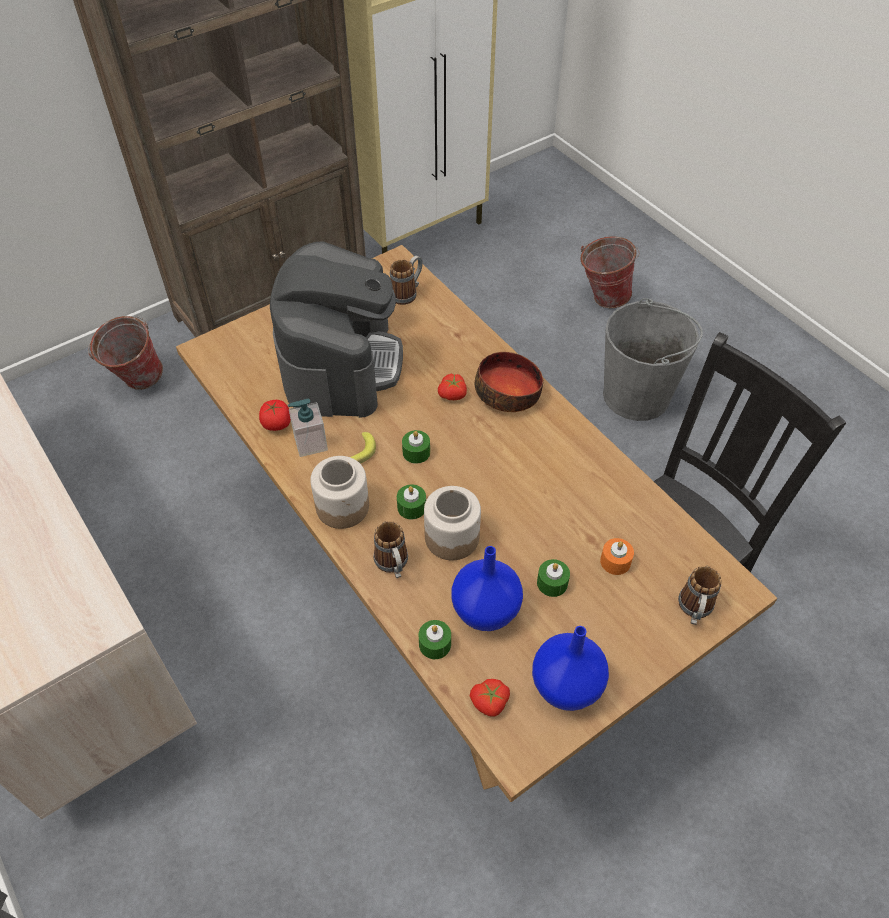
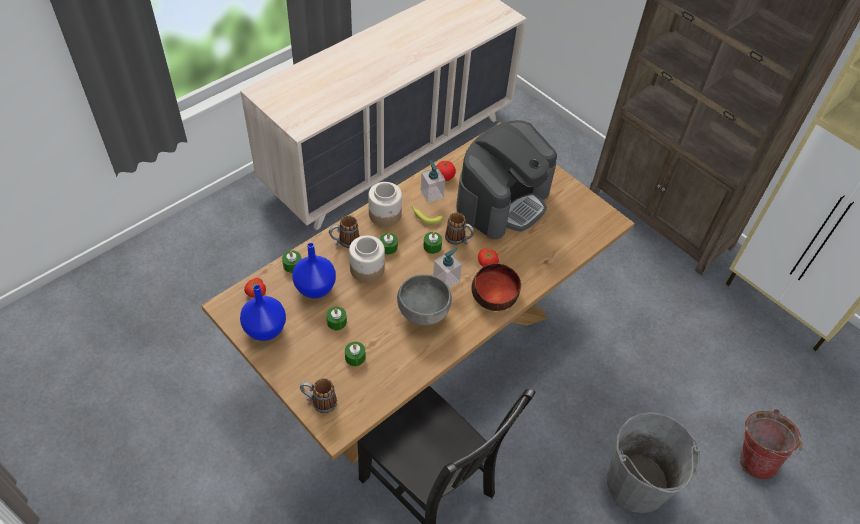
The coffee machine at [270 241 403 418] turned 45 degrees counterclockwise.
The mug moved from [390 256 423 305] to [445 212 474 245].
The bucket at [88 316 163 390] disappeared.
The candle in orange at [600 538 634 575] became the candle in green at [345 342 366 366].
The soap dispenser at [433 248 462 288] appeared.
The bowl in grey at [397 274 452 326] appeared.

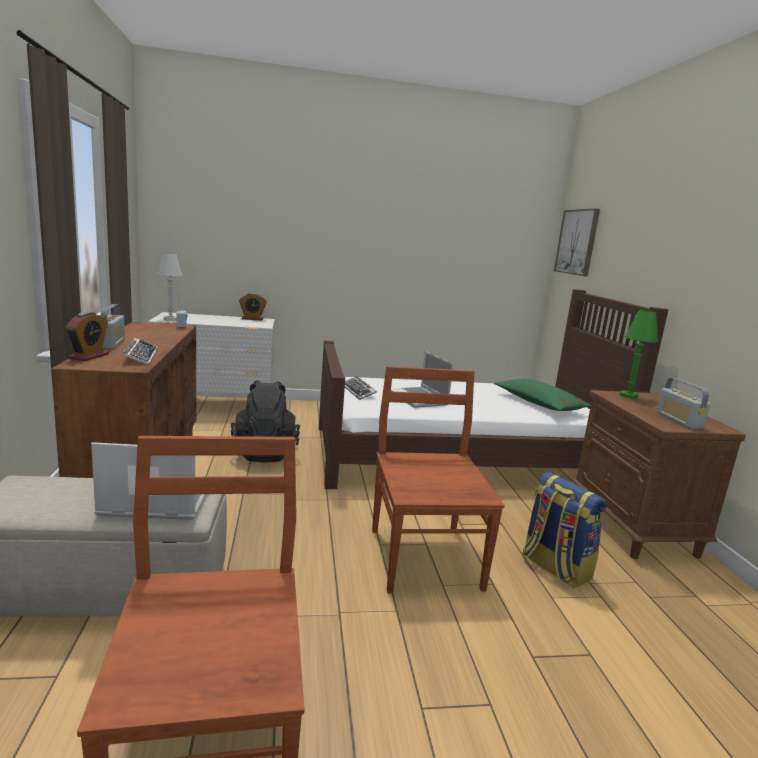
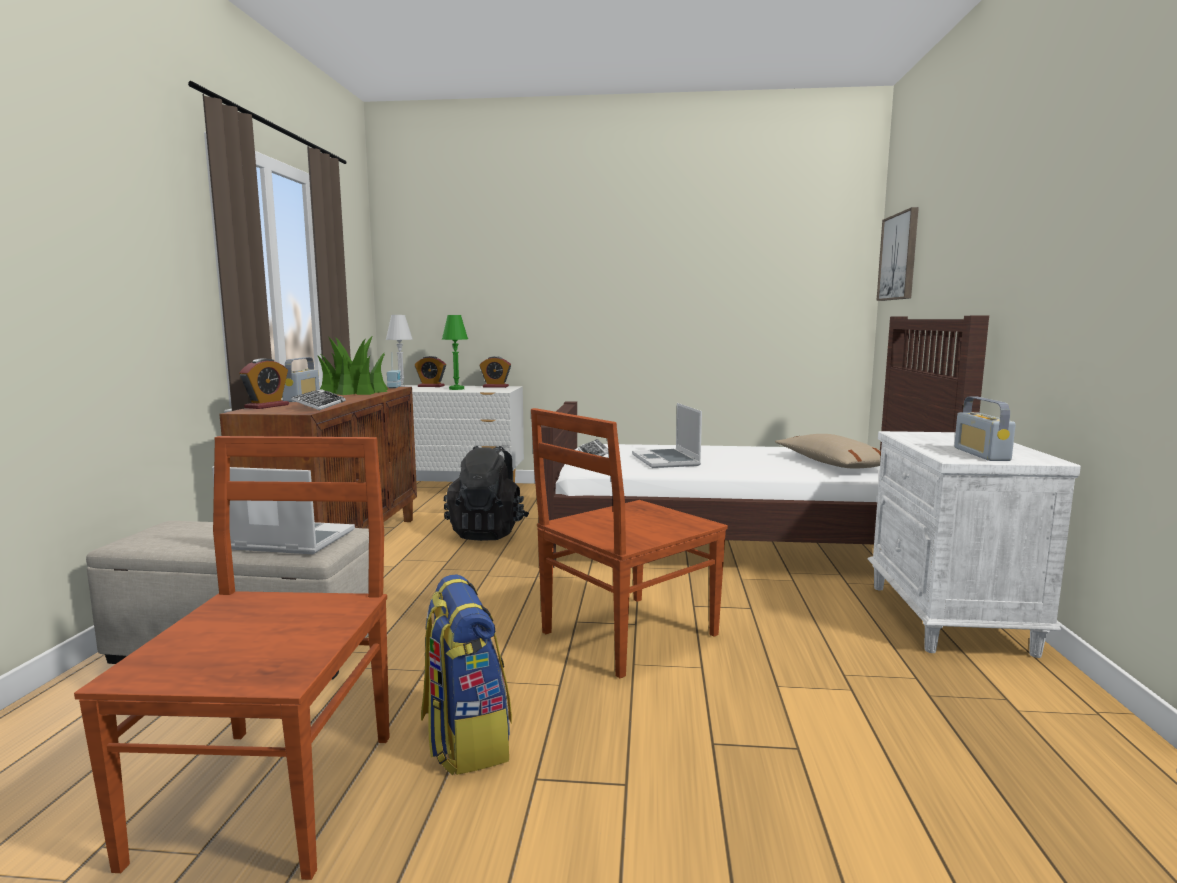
The table lamp in green moved from [619 309 658 399] to [442 315 468 390].
The chair in brown at [372 366 505 594] turned 135 degrees counterclockwise.
The pillow in green at [494 379 591 411] became the pillow in beige at [775 434 881 469].
The nightstand in brown at [572 390 746 559] became the nightstand in white at [867 431 1081 658].
The backpack moved from [523 472 607 588] to [421 574 512 775].
The potted plant at [318 336 388 395] appeared.
The alarm clock at [415 356 446 387] appeared.

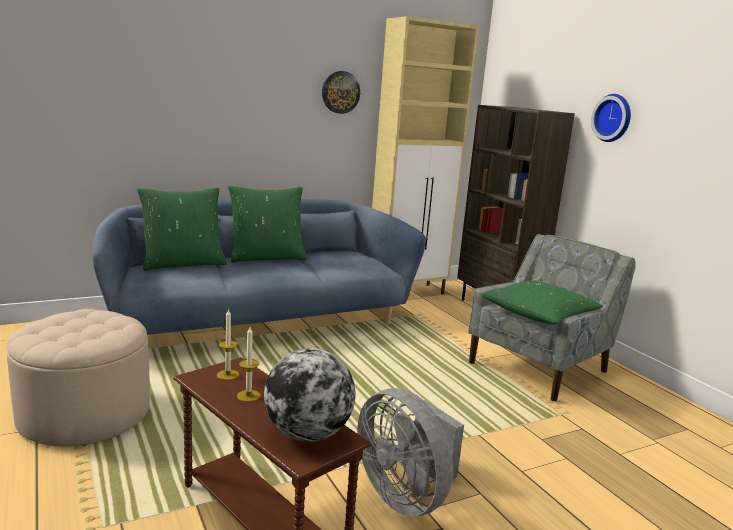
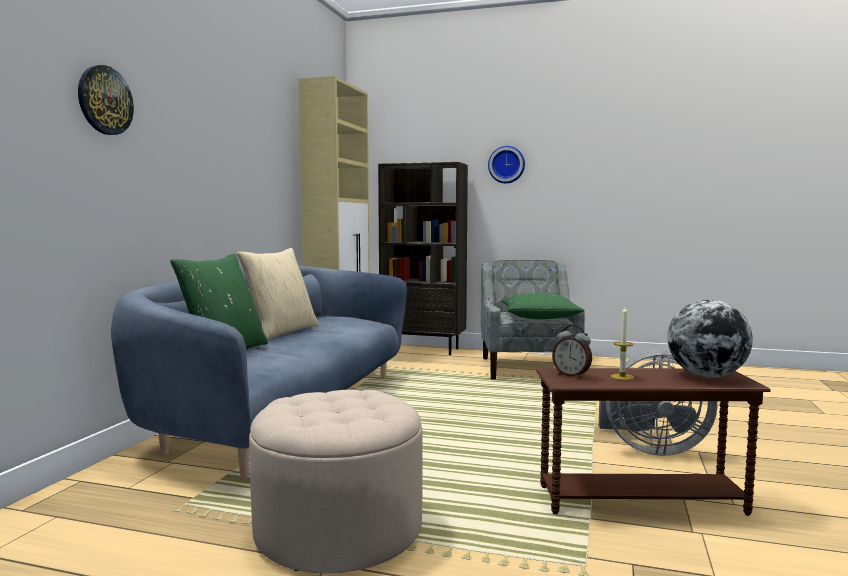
The wall clock moved from [322 71 360 114] to [78 65 134 135].
The pillow in green at [228 186 307 263] became the pillow in beige at [237 248 319 341].
The candle at [217 308 239 380] was replaced by the alarm clock at [552 325 592 378].

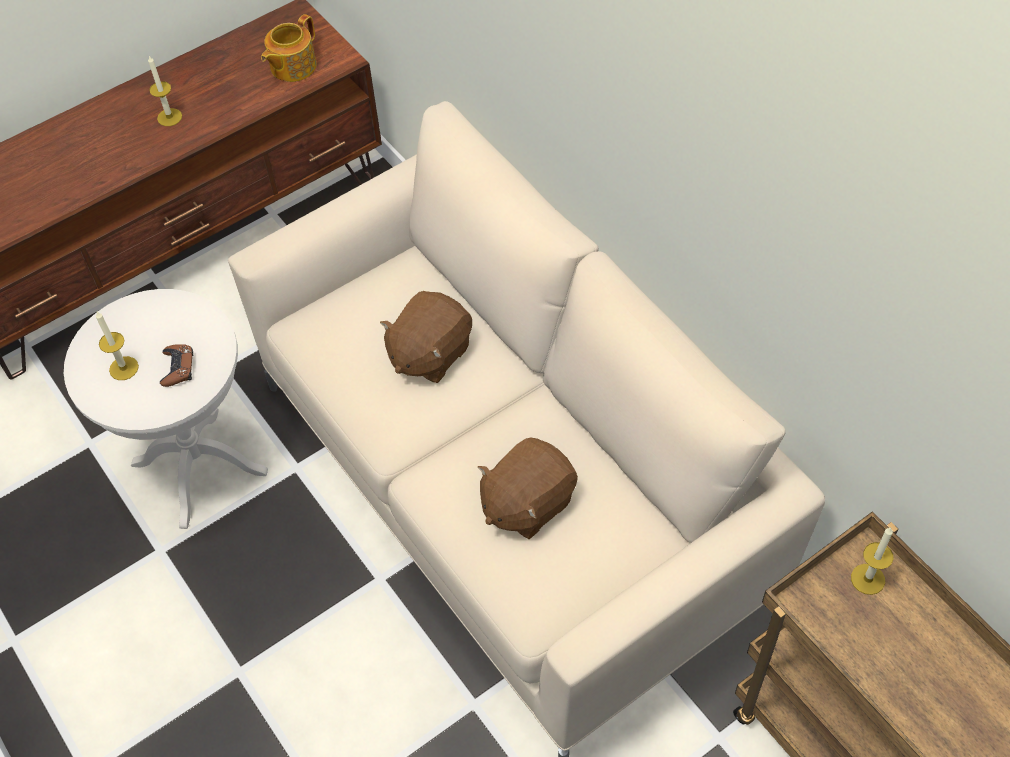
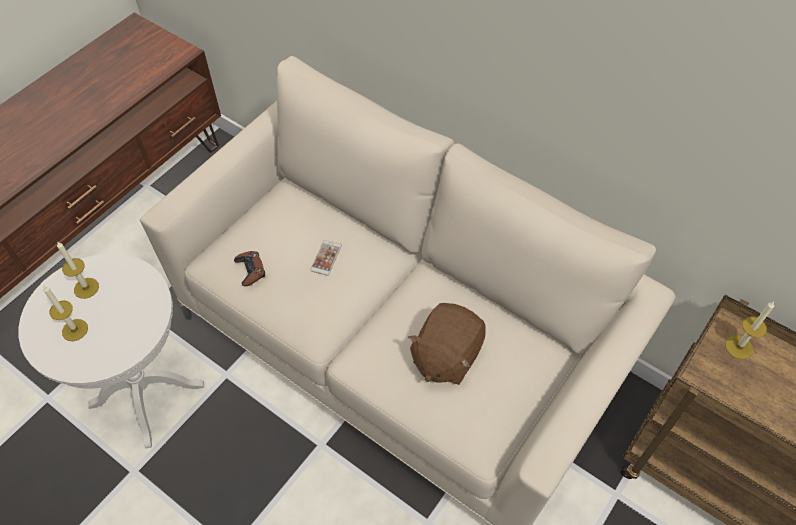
The teapot at [261 14 317 82] disappeared.
The candle moved from [148 56 182 126] to [57 241 99 299].
The plush toy in brown at [380 291 472 383] was replaced by the phone at [310 240 342 276].
The game controller in brown moved from [160 344 193 387] to [234 251 265 286].

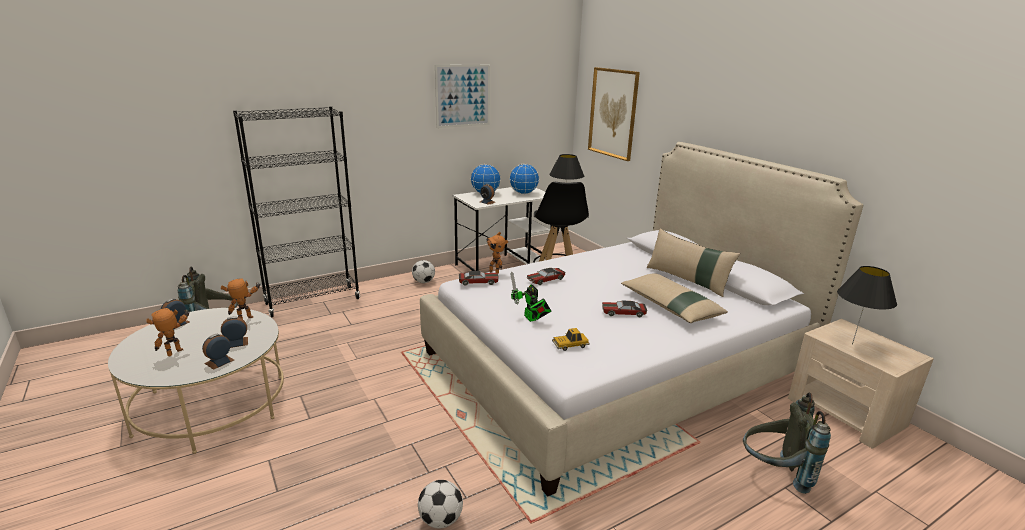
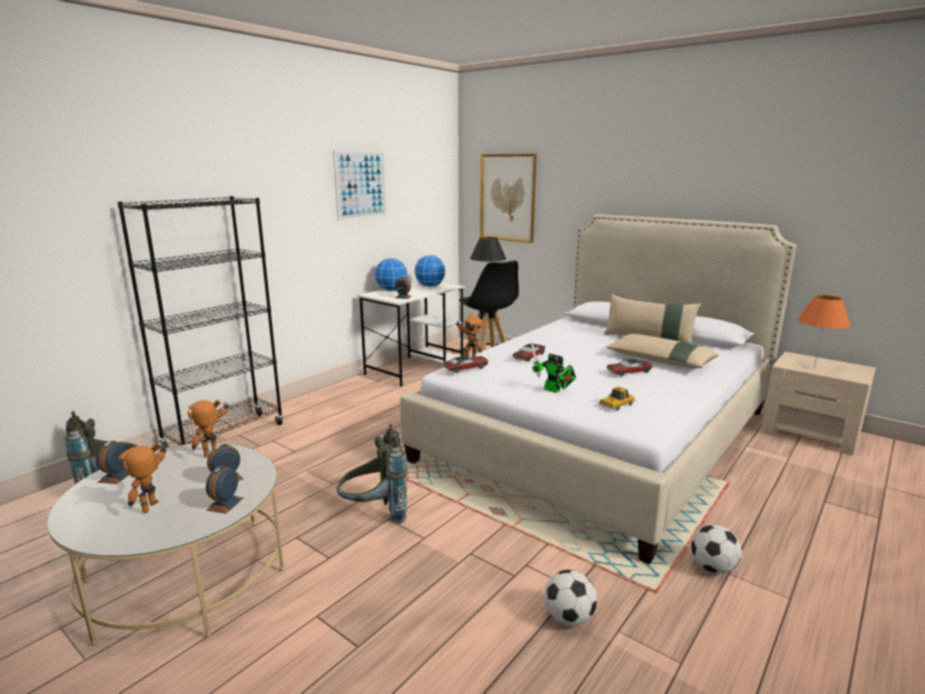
The football moved from [412 260 435 283] to [691 525 742 574].
The table lamp in black at [837 266 897 345] became the table lamp in orange at [797 295 851 368].
The backpack in grey moved from [743 392 831 494] to [336 424 407 524].

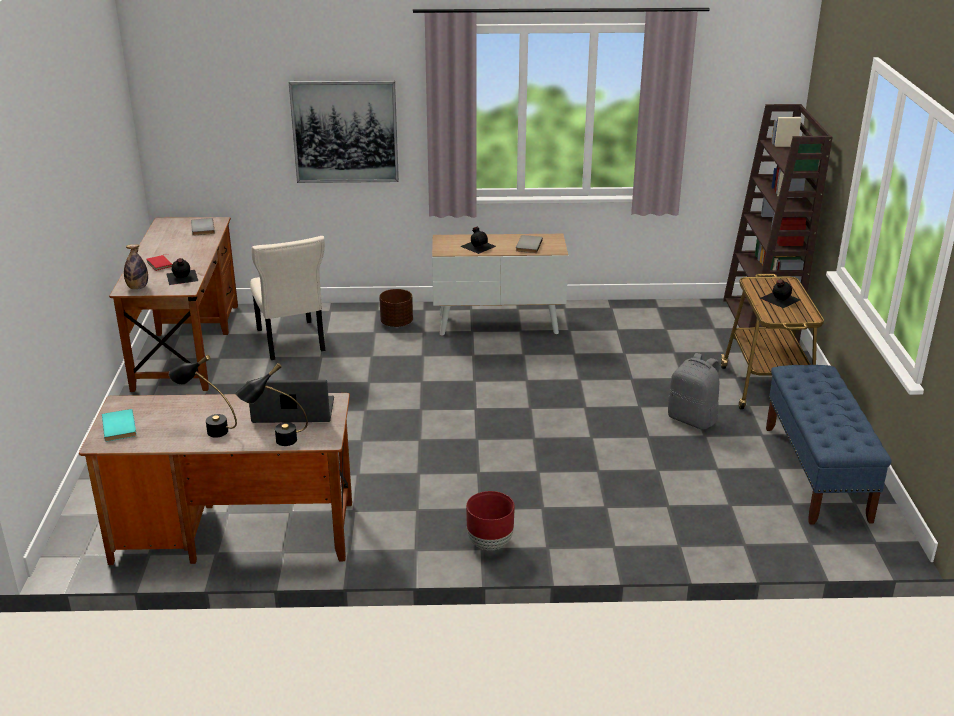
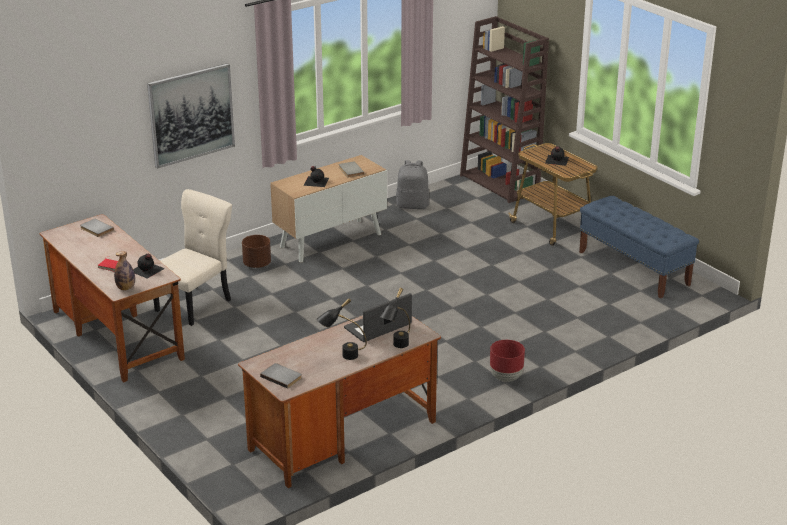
The chair in beige at [250 236 326 360] turned 90 degrees counterclockwise.
The backpack in grey moved from [668 353 720 430] to [396 160 429 209].
The book in turquoise at [102 409 137 442] became the book in grey at [260 363 302 389].

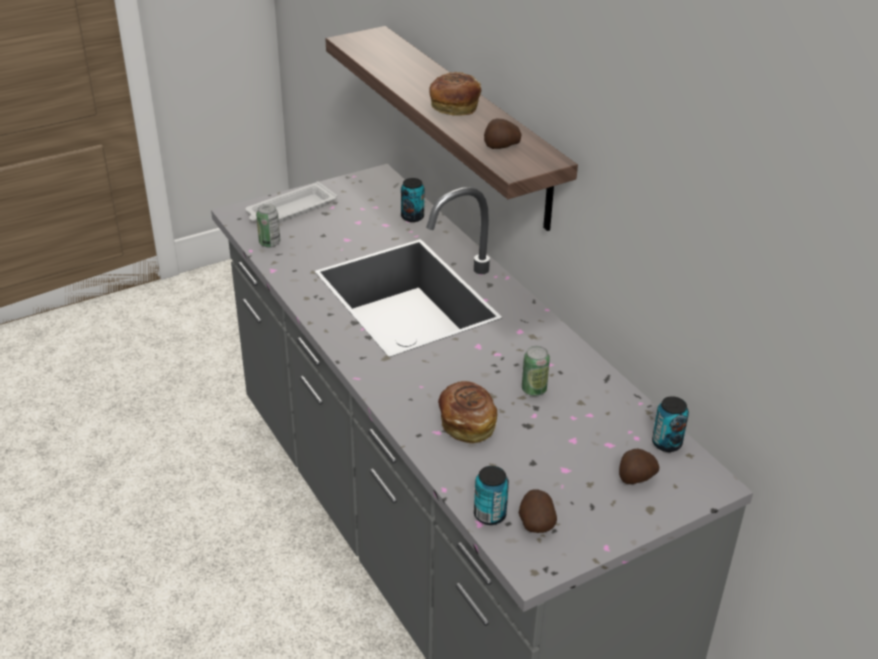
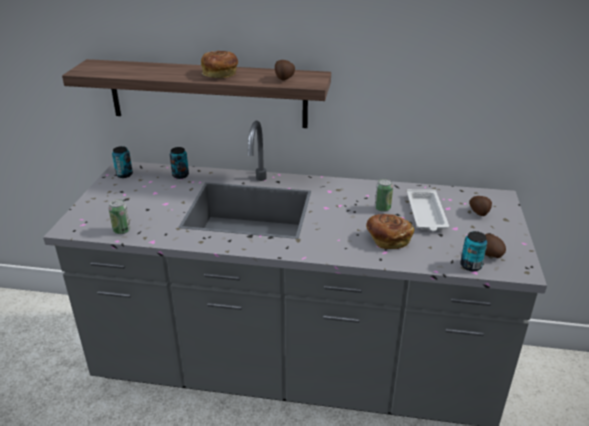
The tray in white moved from [245 181 337 223] to [407 189 449 231].
The can moved from [652 396 689 452] to [112 146 133 178].

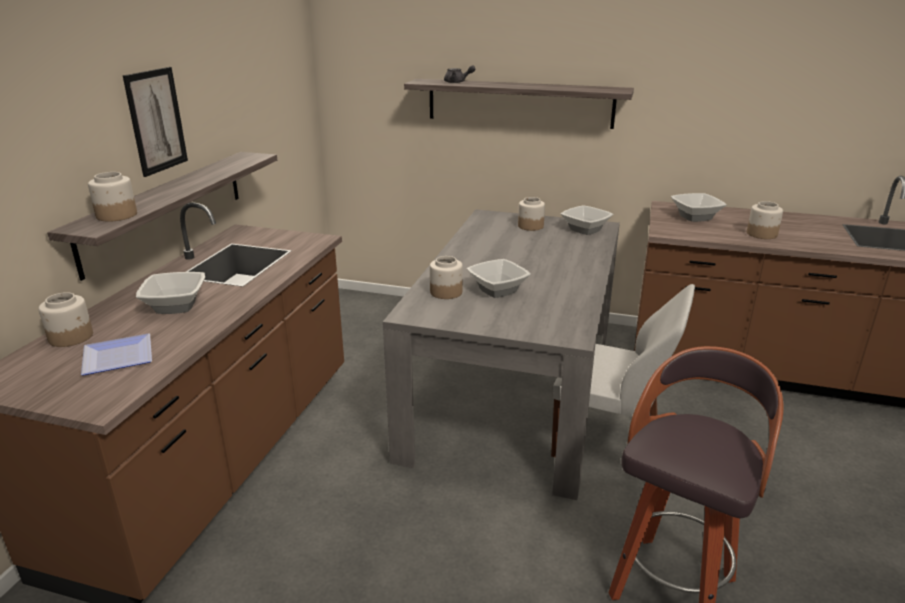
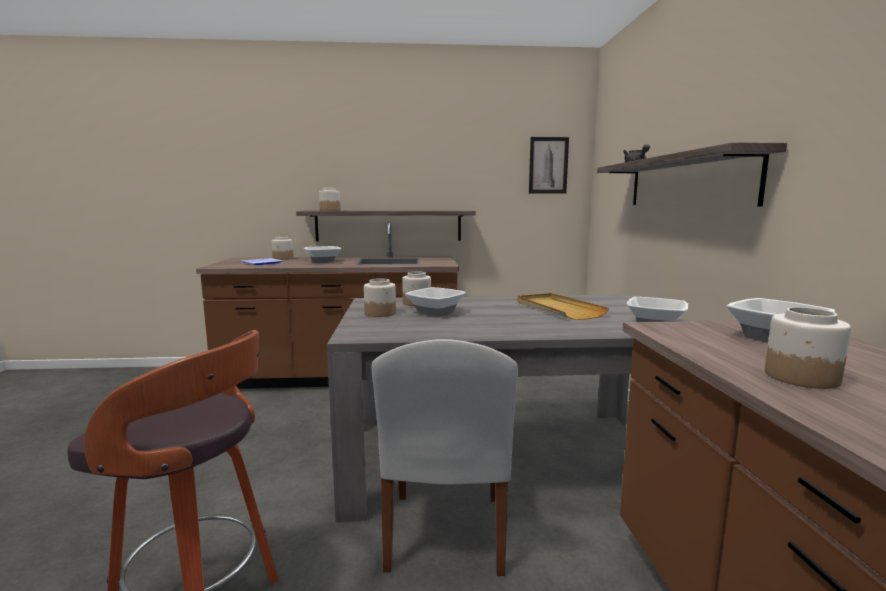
The picture moved from [123 67 188 177] to [529 137 569 194].
The jar moved from [518 197 545 231] to [364 278 396 317].
The tray in beige at [517 293 609 320] appeared.

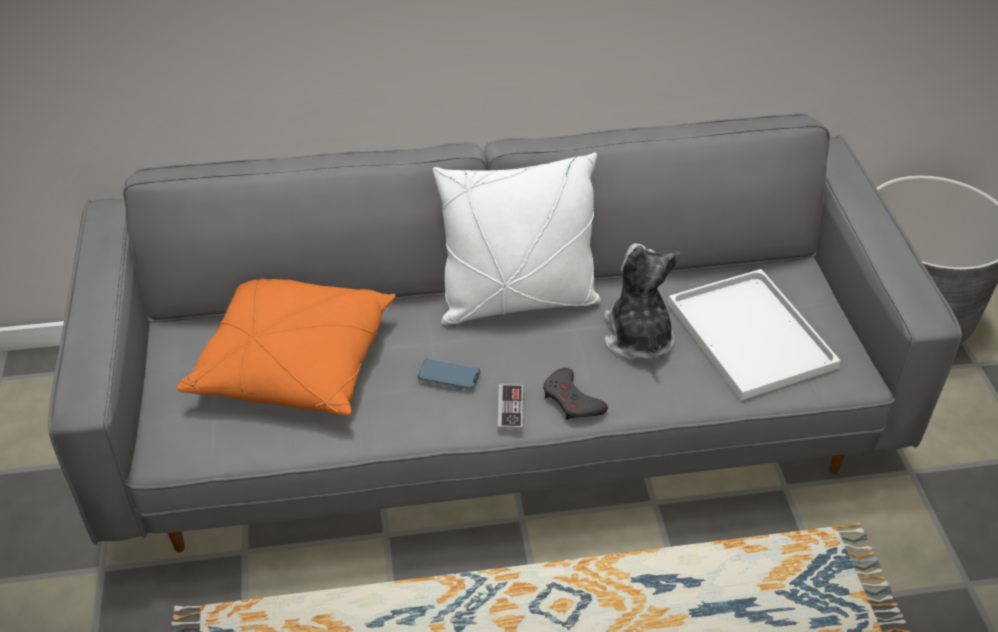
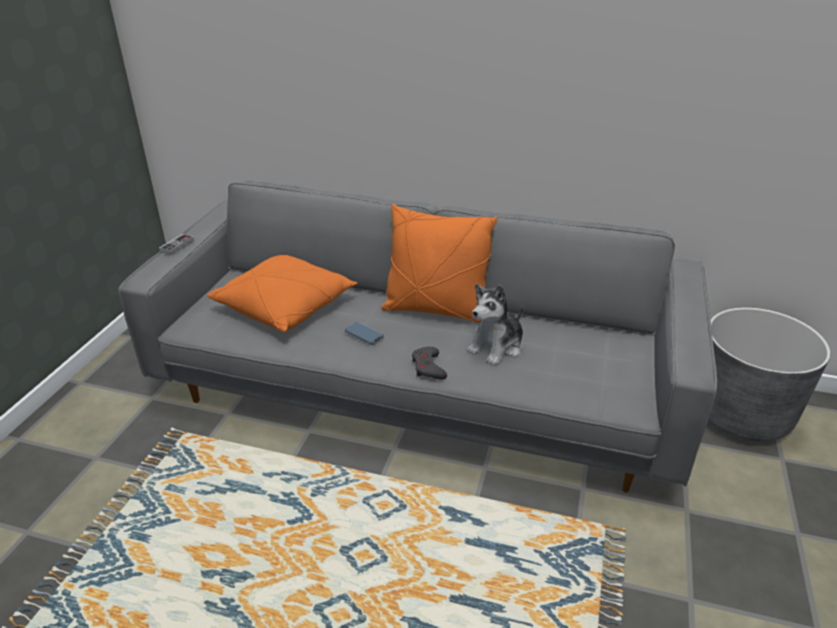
The pillow in white at [433 153 601 325] became the pillow in orange at [381 204 498 322].
The plush toy at [604 243 680 360] turned 150 degrees counterclockwise.
The tray in white at [668 269 841 400] disappeared.
The game controller moved from [498 384 523 433] to [159 234 194 255].

